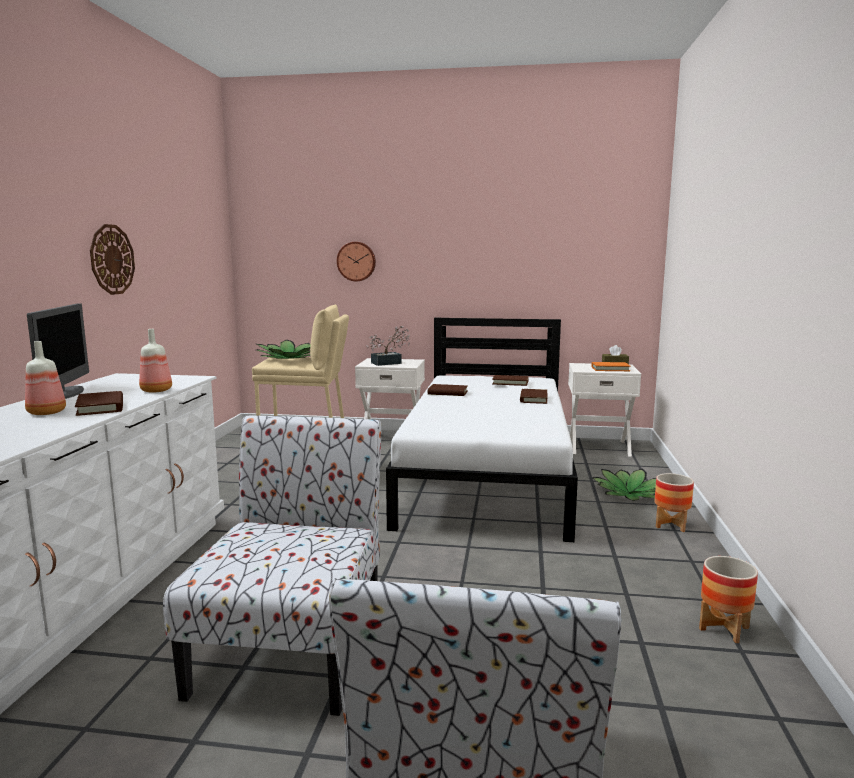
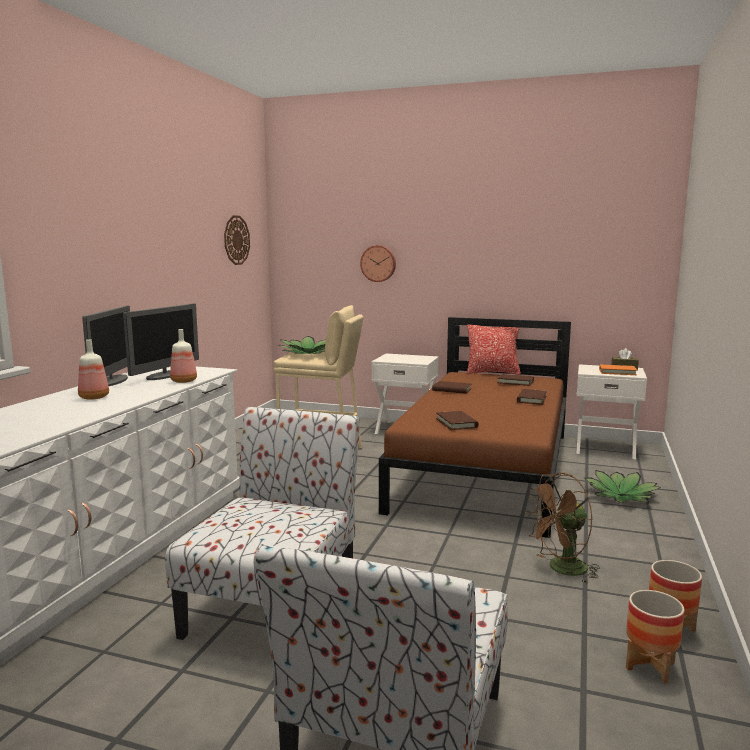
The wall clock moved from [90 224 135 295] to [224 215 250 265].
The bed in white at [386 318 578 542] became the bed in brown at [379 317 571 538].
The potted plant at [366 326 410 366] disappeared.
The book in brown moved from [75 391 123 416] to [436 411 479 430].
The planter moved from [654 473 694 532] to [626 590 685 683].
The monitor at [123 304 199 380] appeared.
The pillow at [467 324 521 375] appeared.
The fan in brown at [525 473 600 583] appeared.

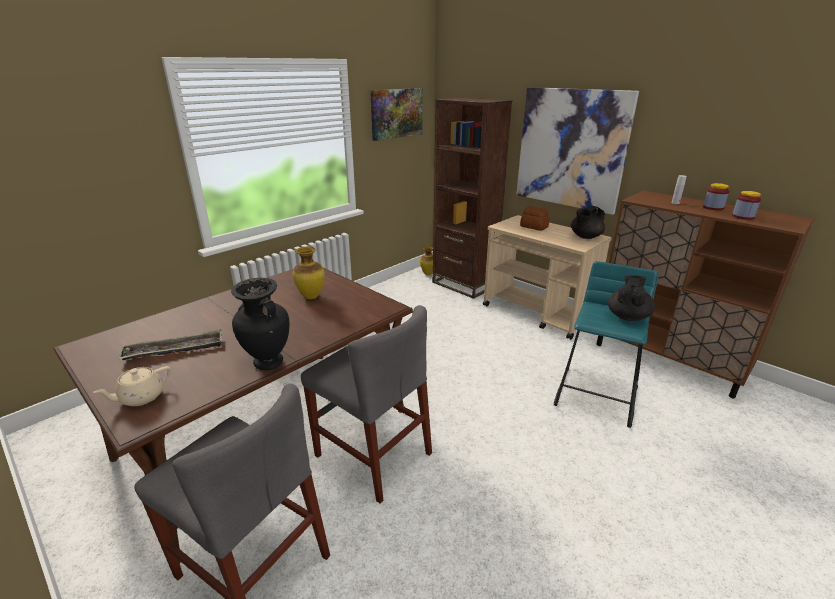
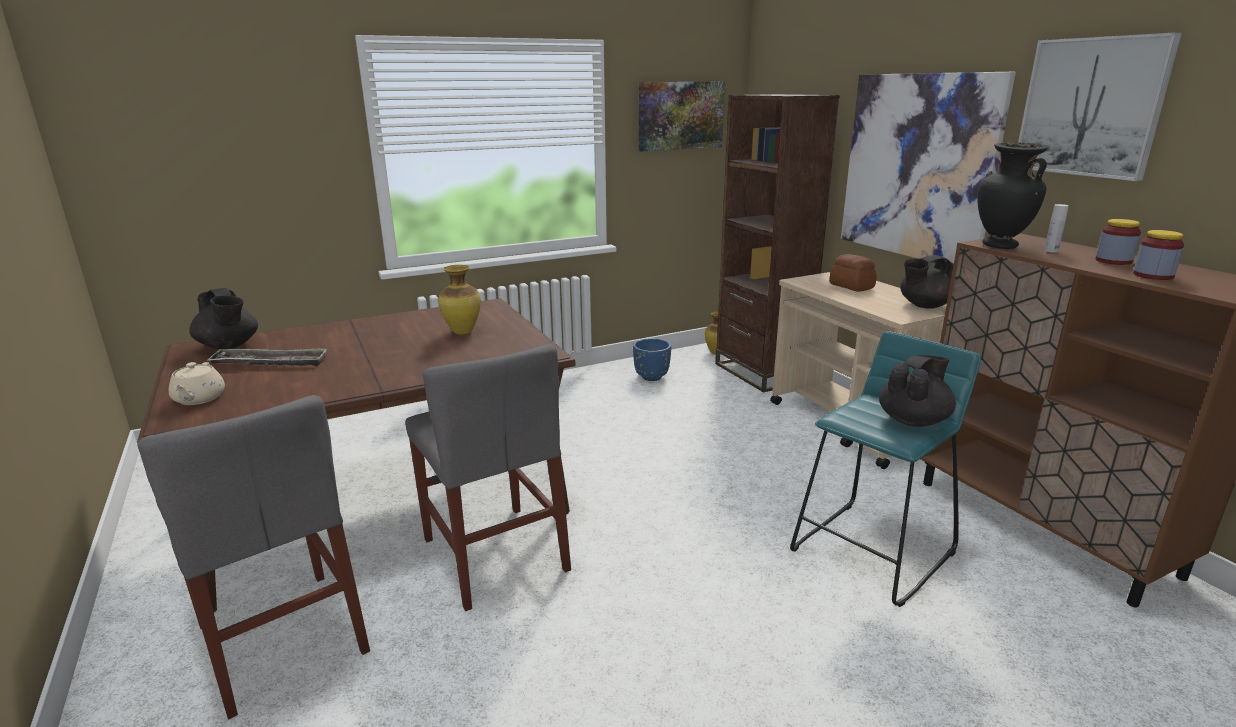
The vase in black moved from [231 278 289 370] to [977 142 1048 249].
The teapot in beige at [93 366 171 406] turned 75 degrees counterclockwise.
The picture at [1018 32 1182 181] appeared.
The teapot in black at [189 288 258 349] appeared.
The planter in blue at [633 338 671 381] appeared.

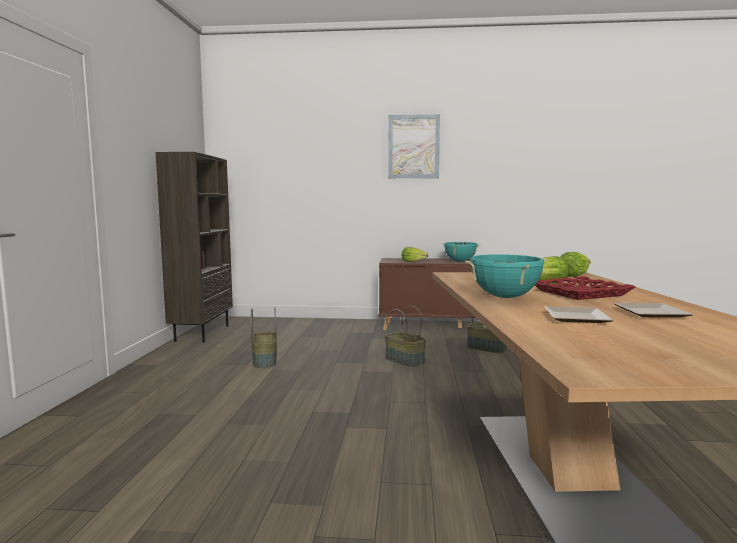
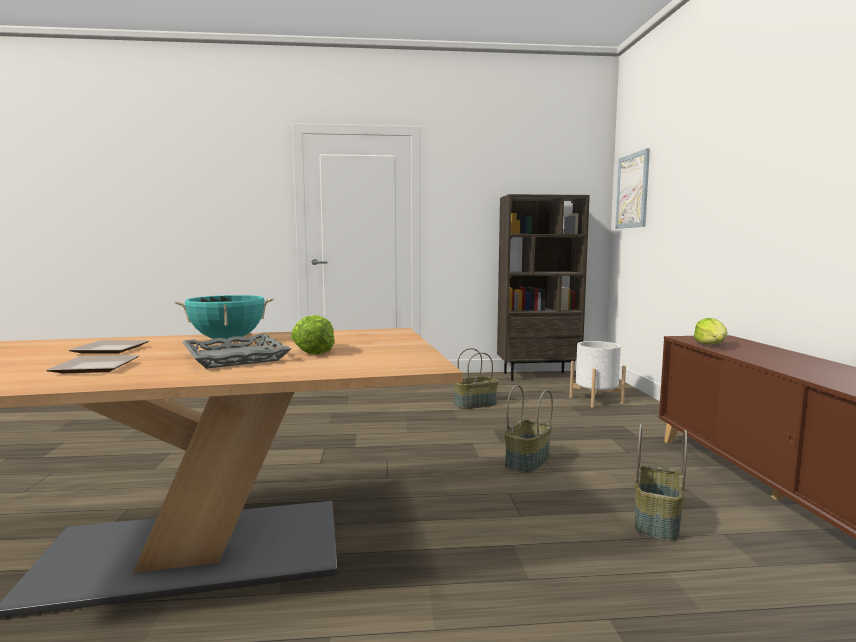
The picture moved from [388 114 440 178] to [615 148 650 229].
The cooking pot in turquoise at [442 242 481 262] disappeared.
The lettuce at [560 252 591 277] disappeared.
The tray in red at [535 276 635 300] became the tray in grey at [182 334 291 369].
The planter in white at [570 341 626 408] appeared.

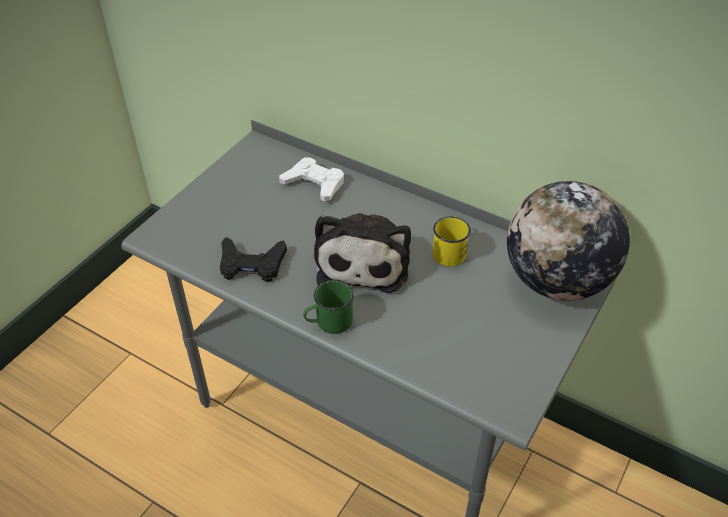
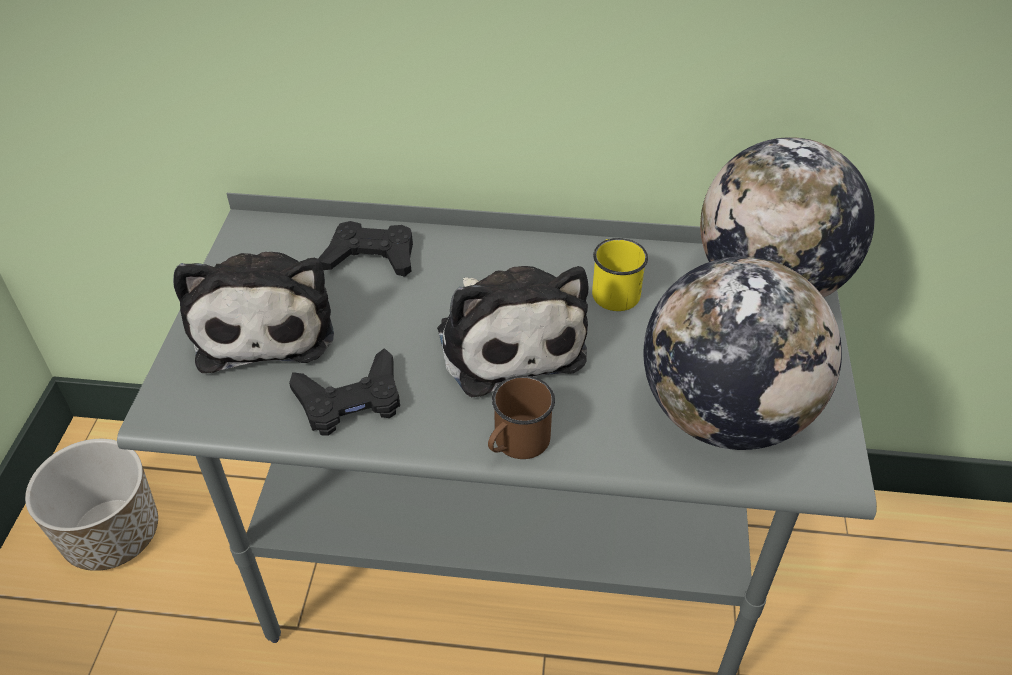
The game controller in white at [279 157 344 202] became the game controller in black at [318 221 413 277].
The mug in green at [303 280 354 334] became the mug in brown at [488 375 555 459].
The plush toy at [173 252 334 373] appeared.
The globe at [644 256 842 450] appeared.
The planter at [25 439 158 571] appeared.

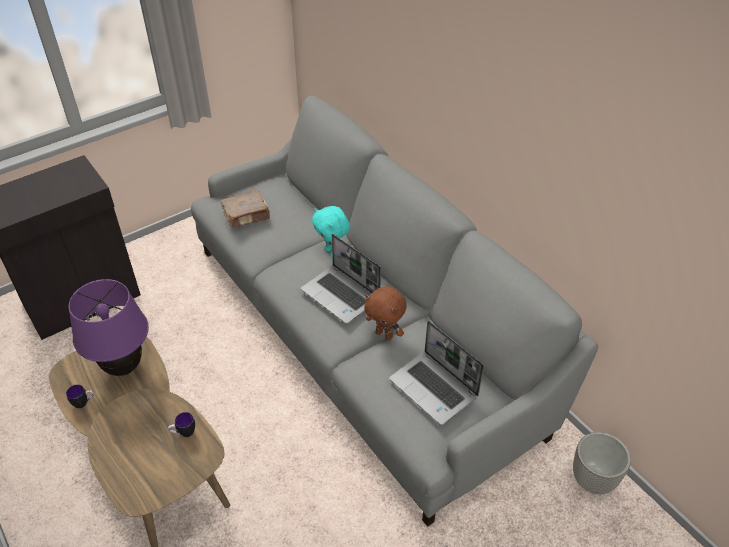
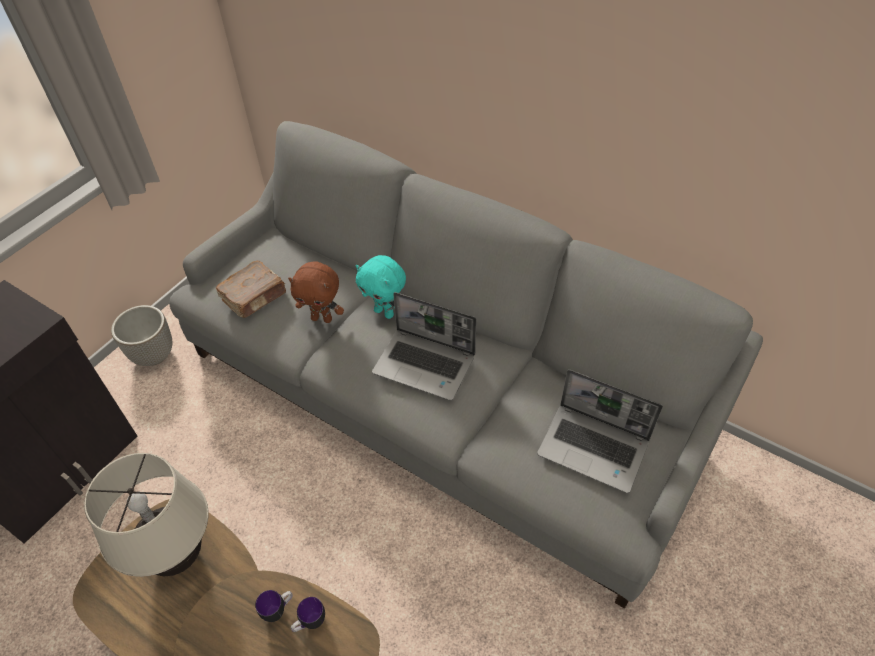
The table lamp in purple at [68 279 149 376] became the table lamp in beige at [84 453 208 577].
The plush toy in brown moved from [364 286 407 340] to [288 262 344 323].
The mug moved from [66 385 94 408] to [255 590 293 622].
The planter moved from [573 432 631 494] to [111 305 172 366].

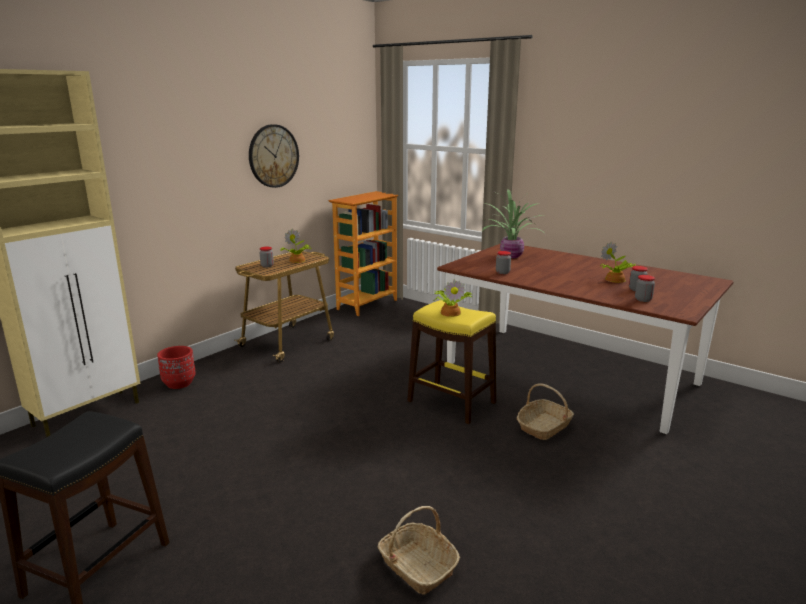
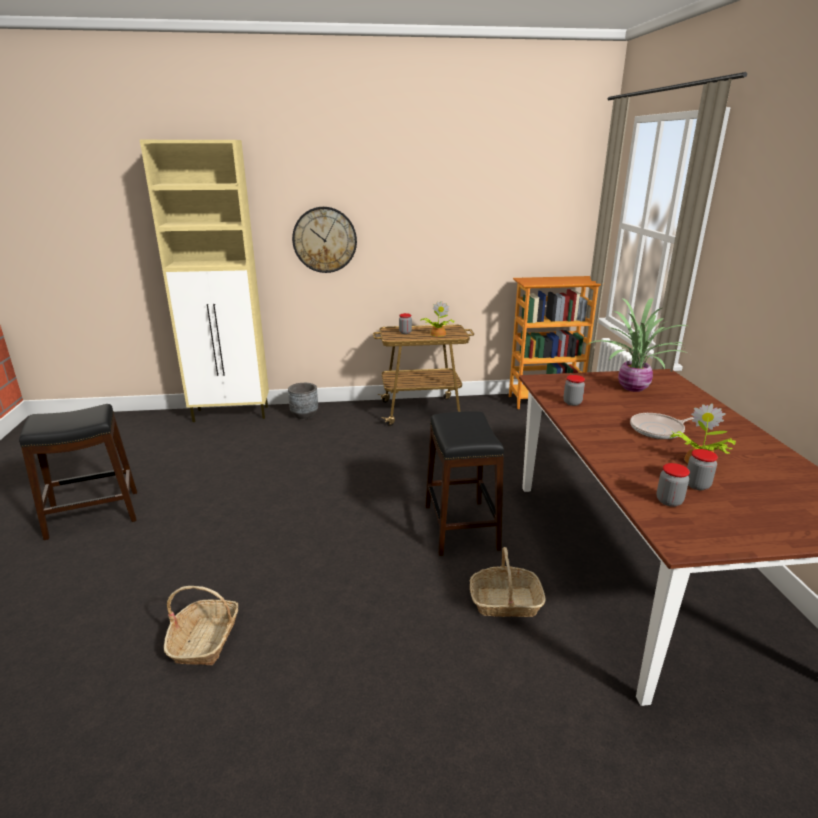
The wall clock moved from [249 124 299 188] to [292 207 357 273].
The potted plant at [433 279 473 317] disappeared.
The stool in yellow at [407 300 496 424] became the stool in black at [425 411 504 556].
The planter in red at [157 346 196 389] became the planter in grey at [288 383 318 419].
The frying pan at [630 413 695 439] appeared.

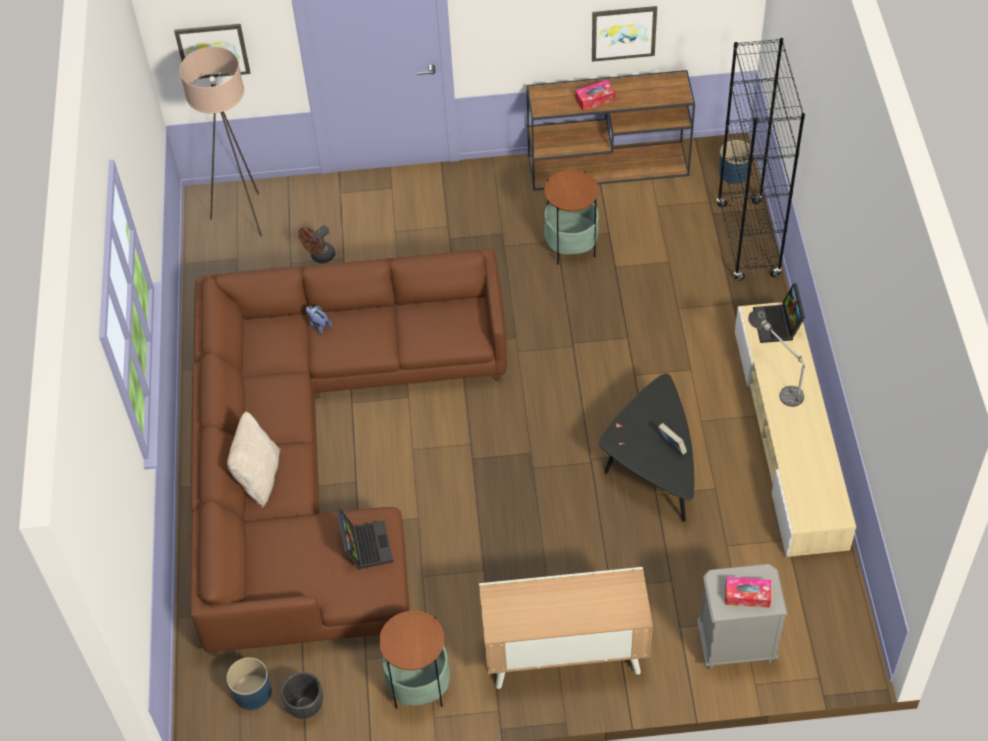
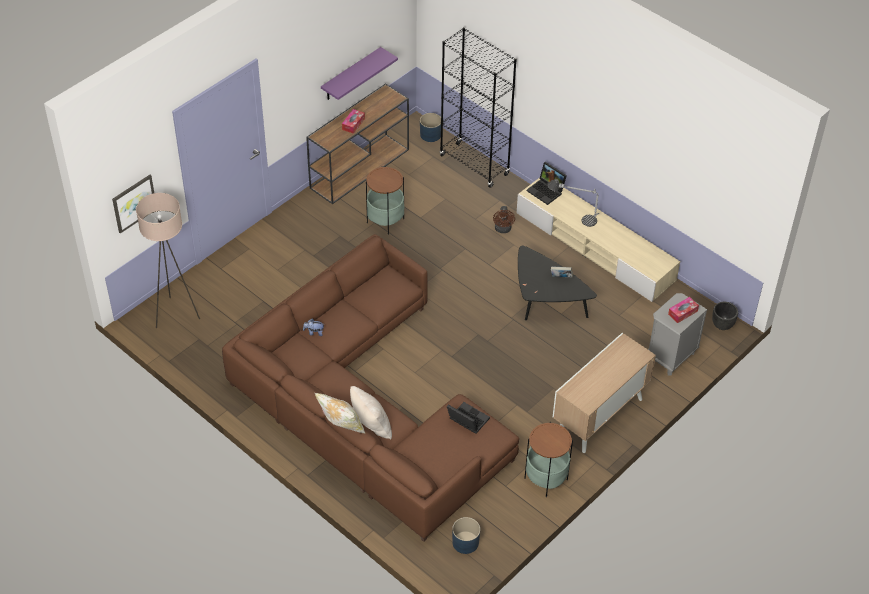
The picture at [592 6 657 62] was replaced by the shelf in purple at [321 47 398 100].
The fan in brown moved from [298 225 335 263] to [493 206 515 233].
The planter in black moved from [281 672 323 719] to [712 302 738 330].
The pillow at [314 392 366 434] appeared.

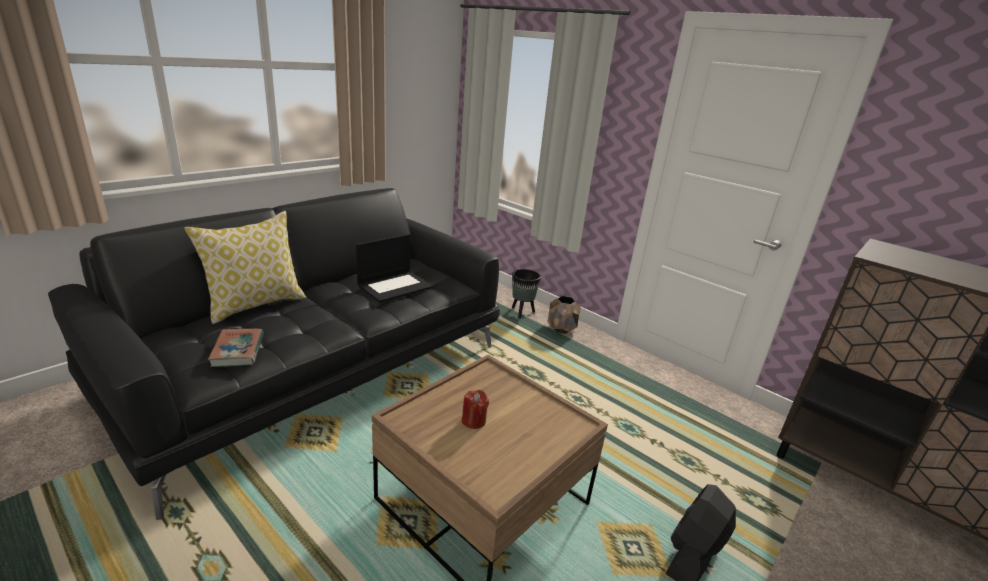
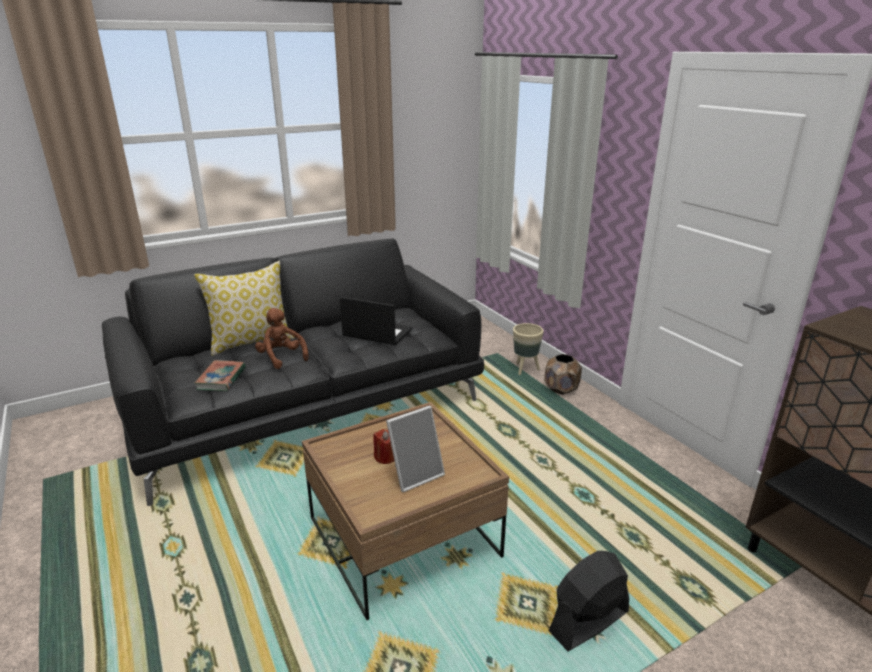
The laptop at [356 234 433 303] turned 135 degrees counterclockwise.
The planter in black at [512 269 541 318] became the planter in beige at [513 323 543 375].
The plush toy in brown at [255 308 309 369] appeared.
The picture frame at [386 406 445 492] appeared.

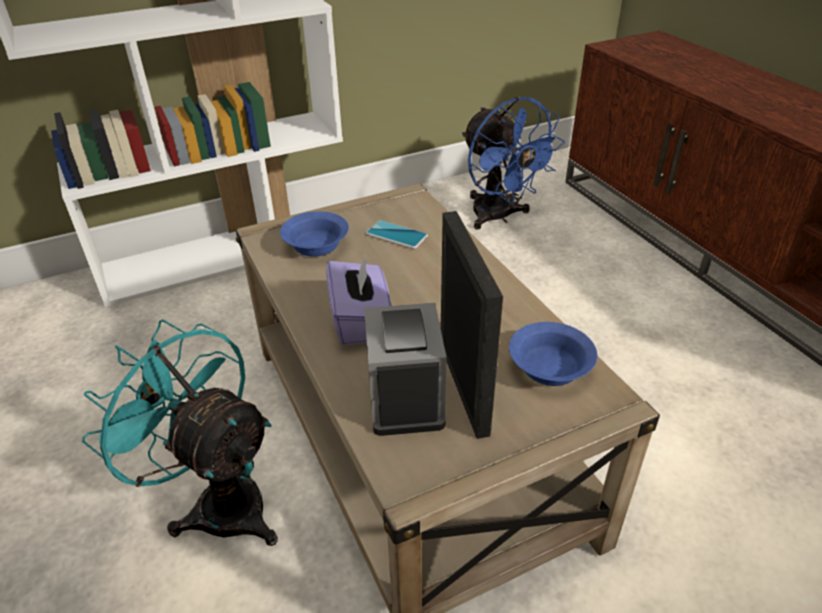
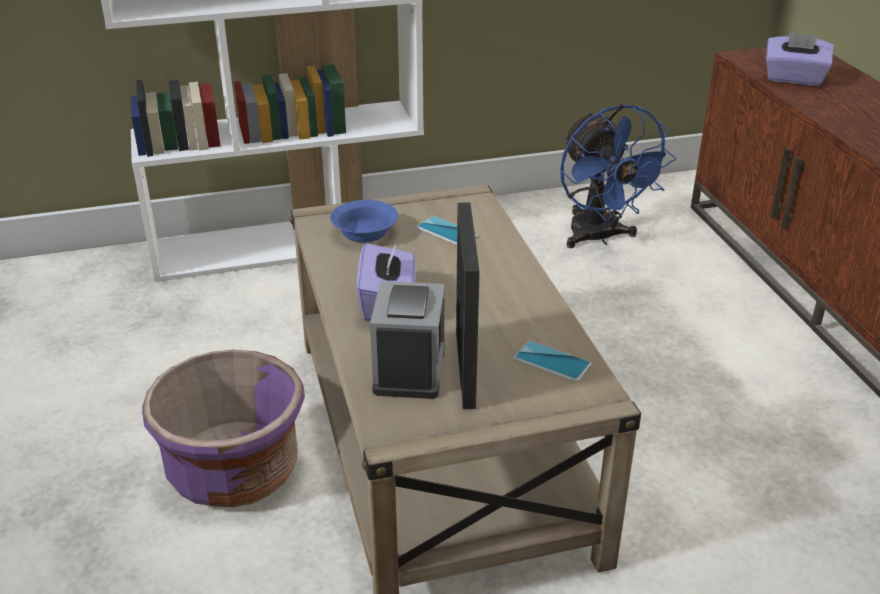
The fan in turquoise at [82 319 278 546] was replaced by the planter in purple at [142 350 305 507].
The bowl in blue at [509 322 597 386] was replaced by the phone at [514 341 591 382].
The tissue box in purple at [766 32 834 86] appeared.

